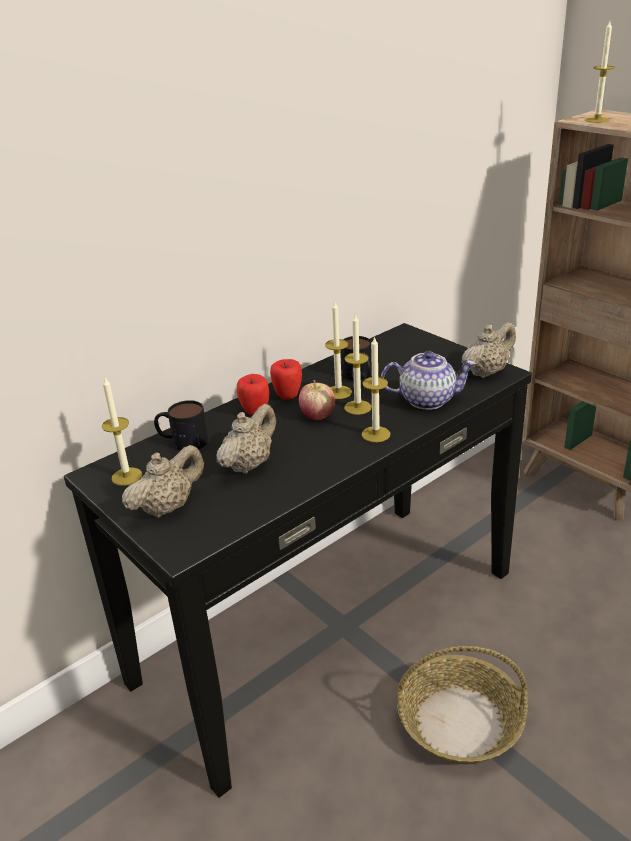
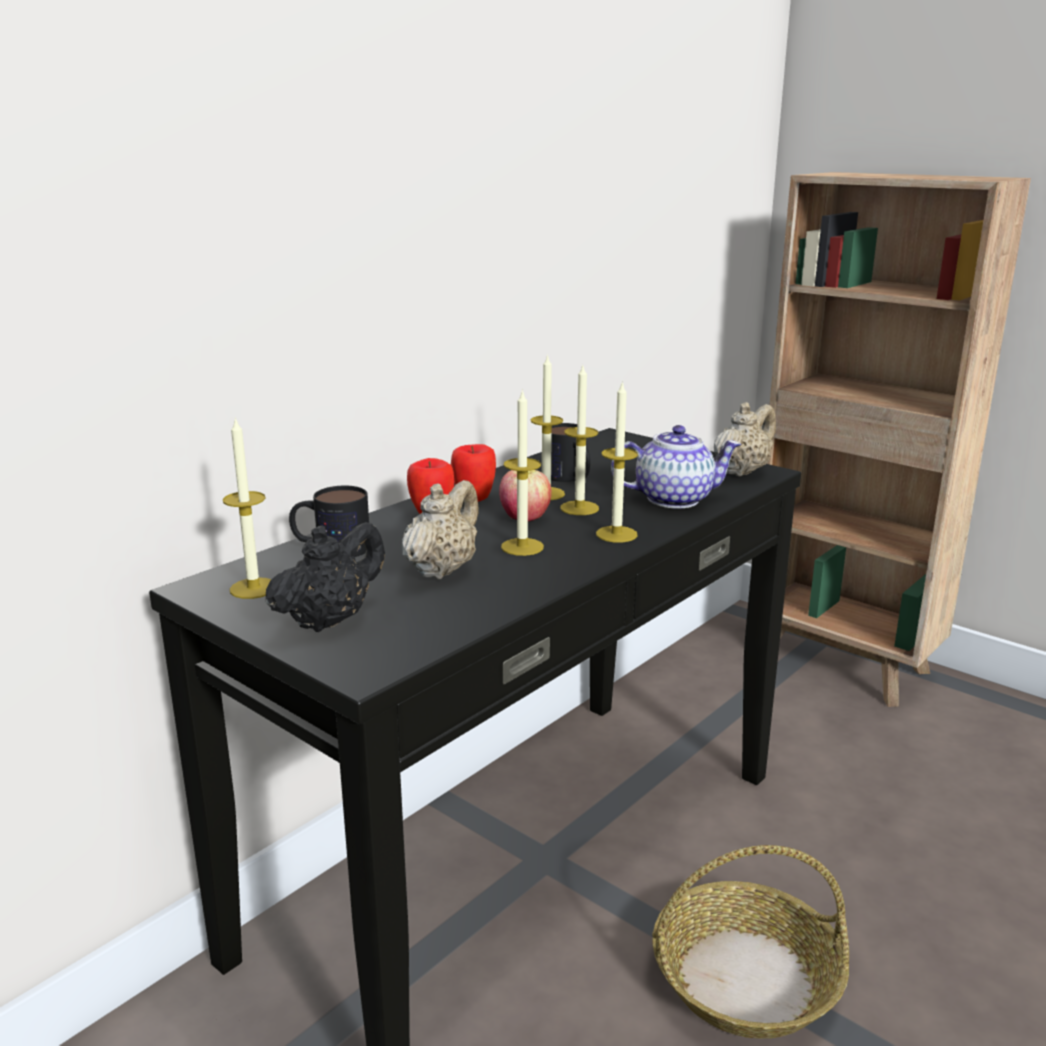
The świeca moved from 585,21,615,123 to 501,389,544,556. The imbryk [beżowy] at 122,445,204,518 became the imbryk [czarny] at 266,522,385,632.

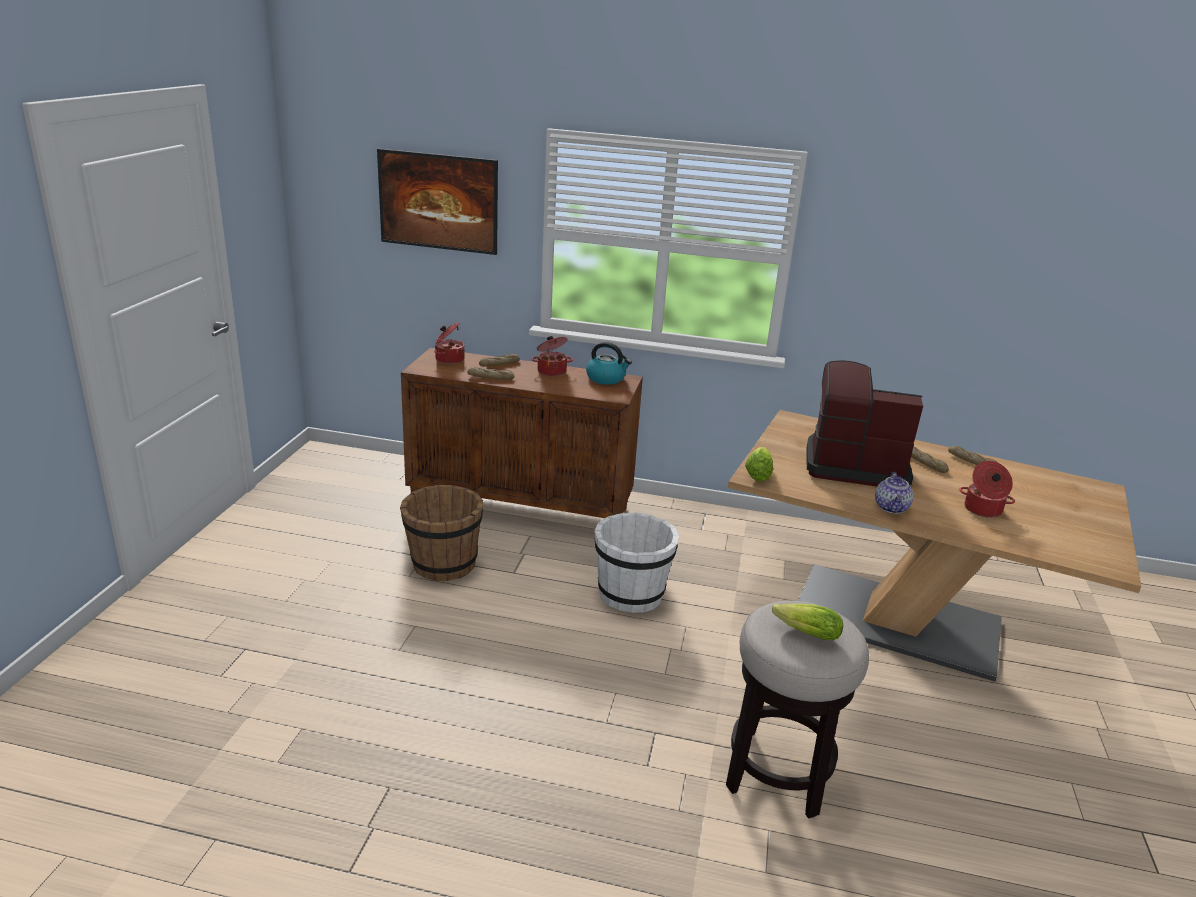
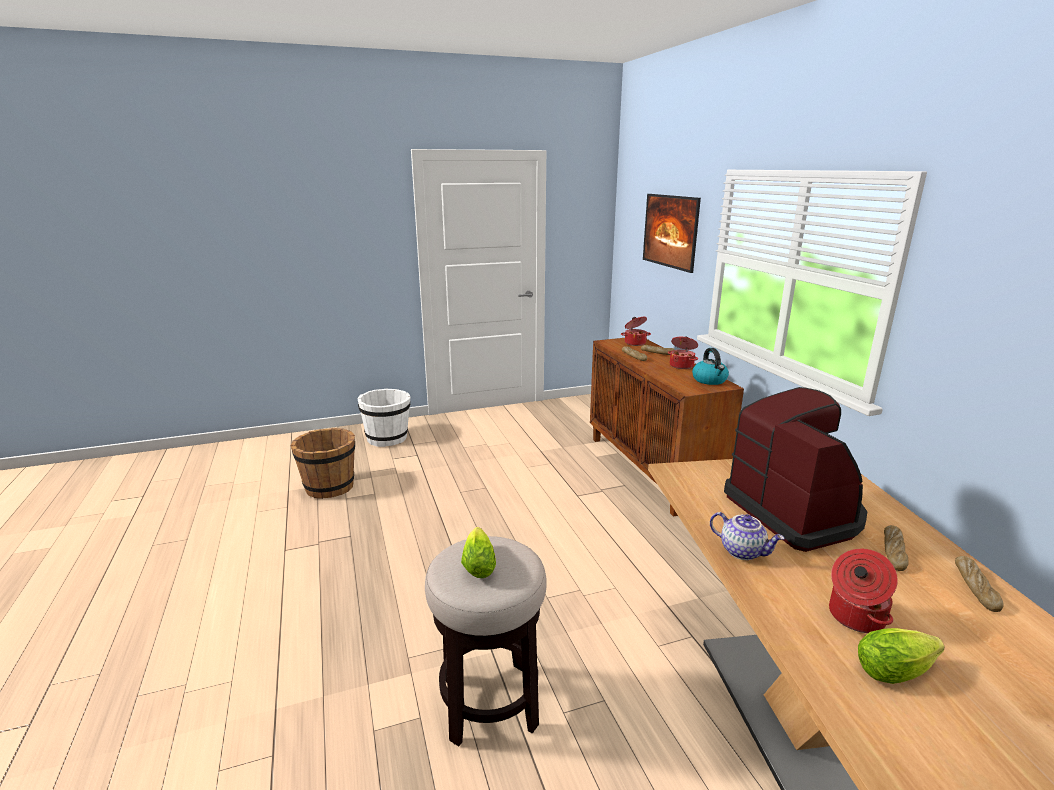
The wiadro [brązowy] moved from 400,485,483,581 to 291,428,355,499. The wiadro [biały] moved from 594,512,679,613 to 357,389,410,447. The sałata moved from 745,447,773,481 to 858,628,944,684. The imbryk at 875,472,914,514 turned 120 degrees counterclockwise.

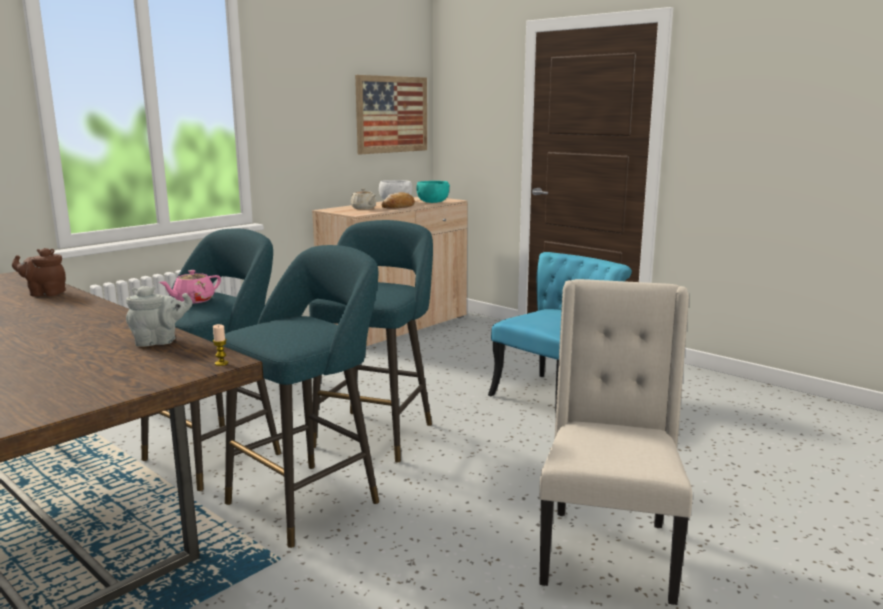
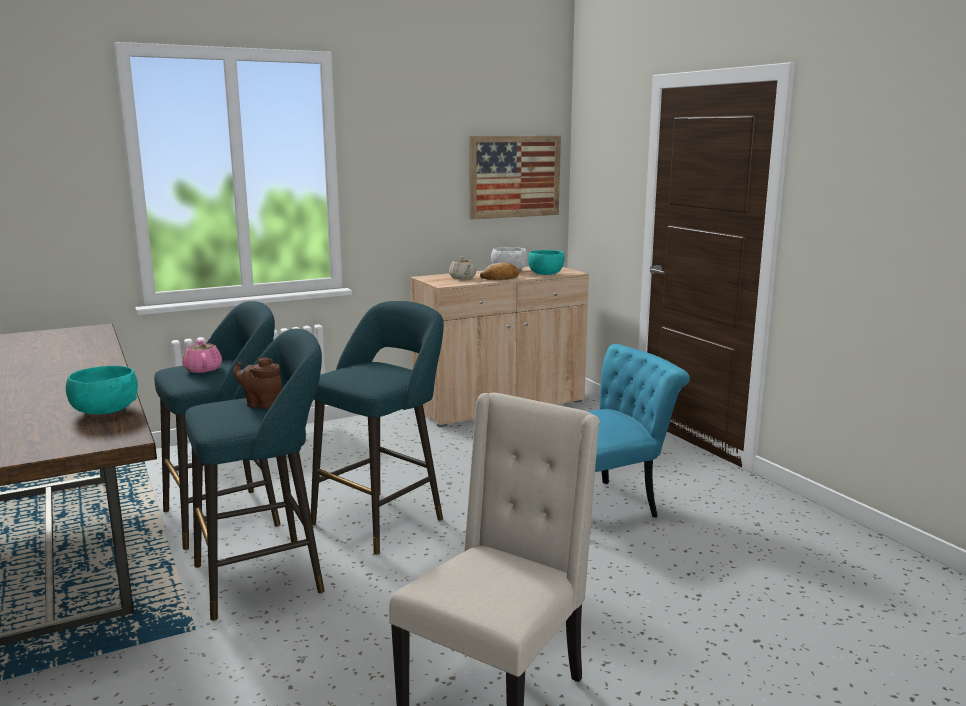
The świeca at 213,324,228,366 disappeared. The imbryk [brązowy] moved from 12,248,66,297 to 233,357,282,409. The imbryk [szary] at 126,286,192,347 was replaced by the miska [turkusowy] at 66,366,138,414. The imbryk [różowy] at 159,270,221,304 turned 90 degrees clockwise.

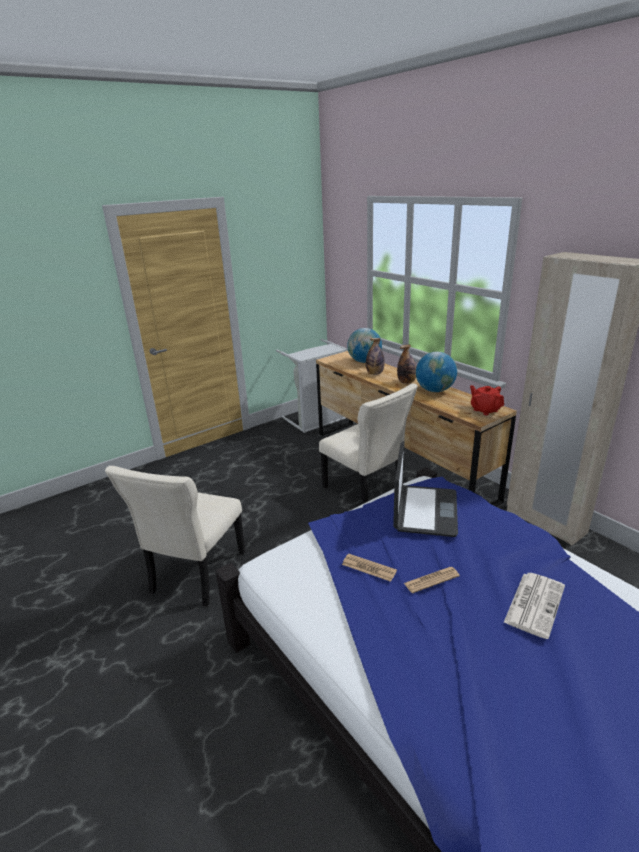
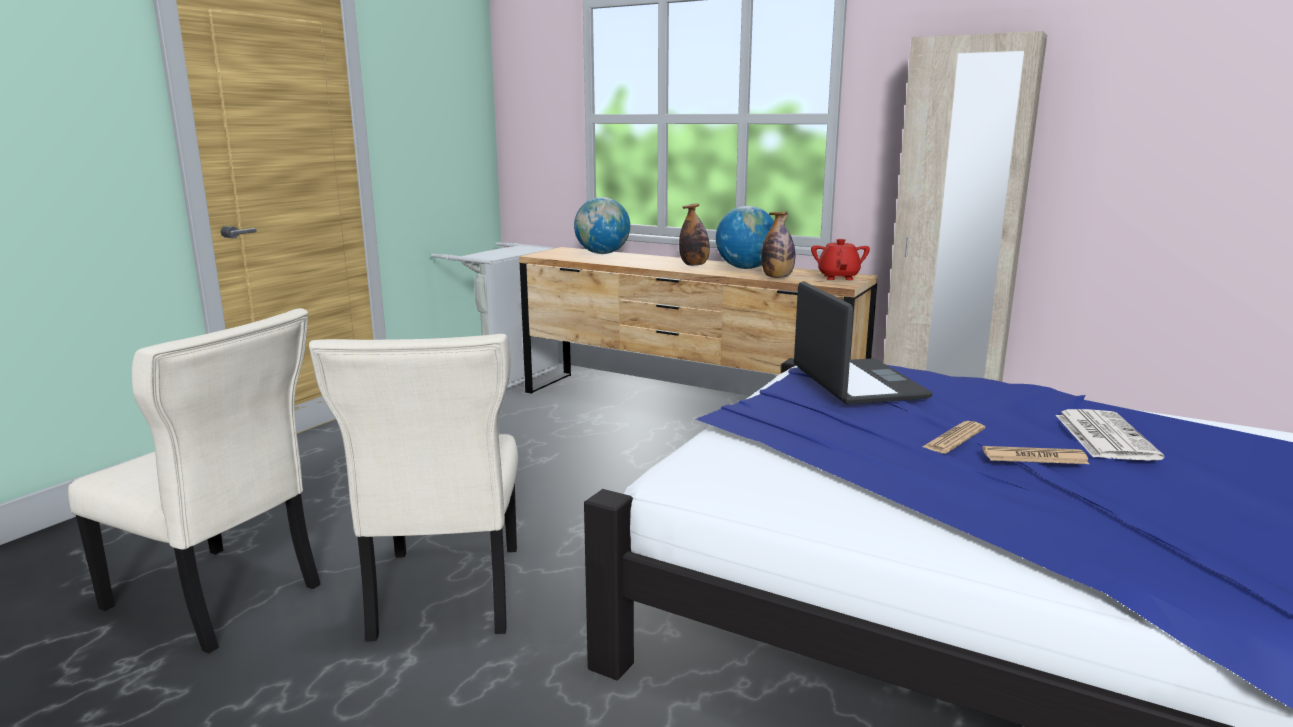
The krzesło [beżowy] moved from 319,383,418,504 to 68,308,321,653. The gazeta moved from 342,554,397,582 to 982,446,1089,464. The butelka moved from 366,338,385,375 to 761,211,795,278. The imbryk [czerwony] at 470,385,504,415 turned 60 degrees clockwise.

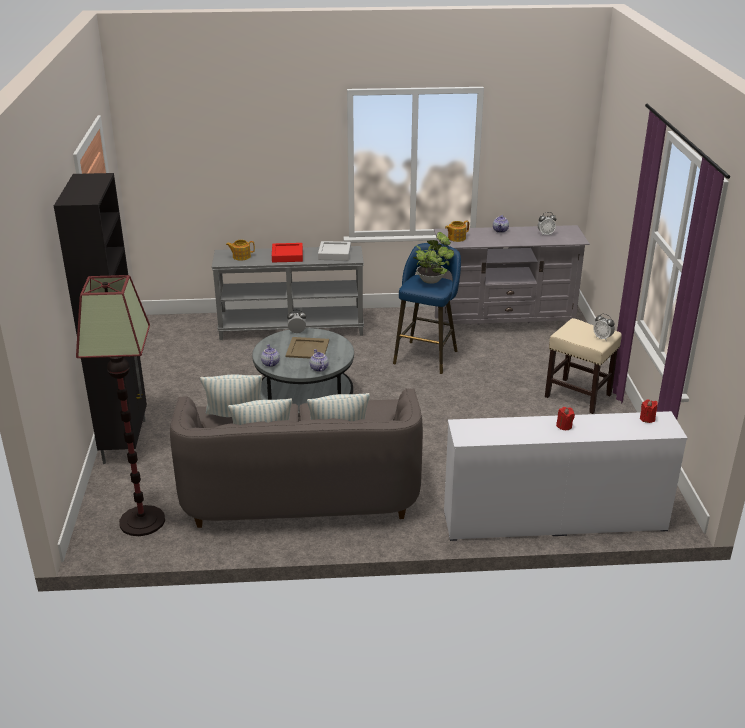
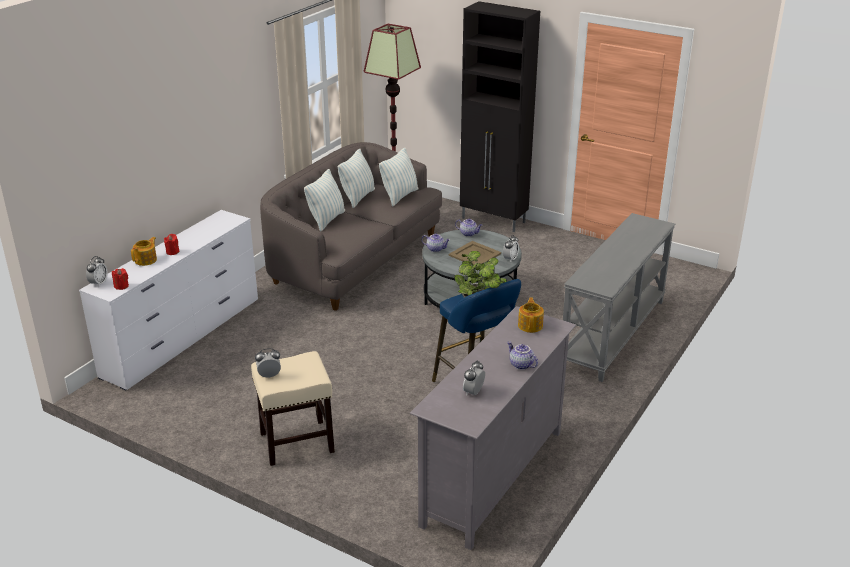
The taca [czerwony] at 272,243,303,262 disappeared. The taca [szary] at 318,241,351,261 disappeared. The budzik at 86,256,107,287 appeared. The imbryk moved from 226,240,255,261 to 131,237,157,266.

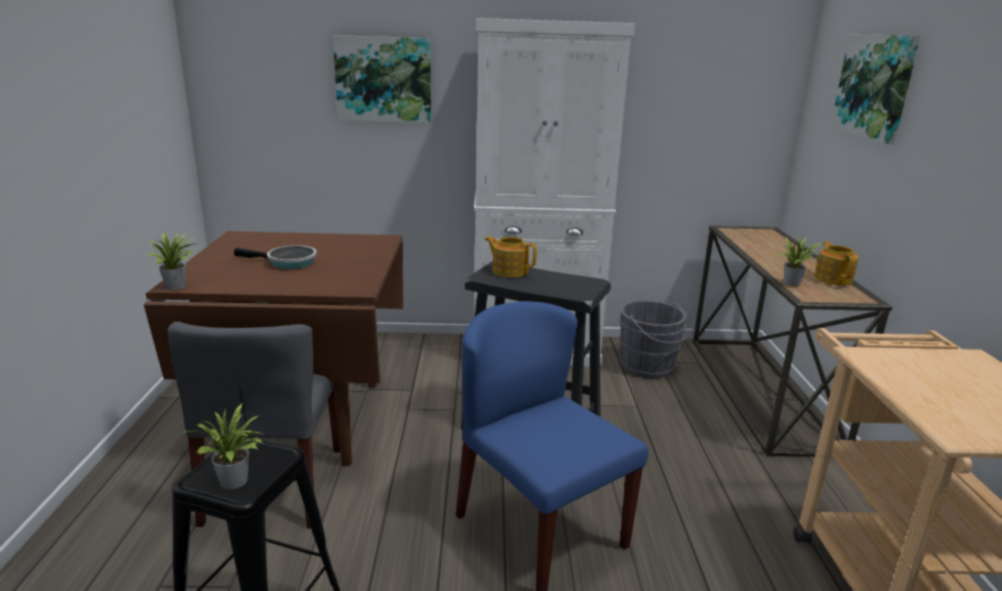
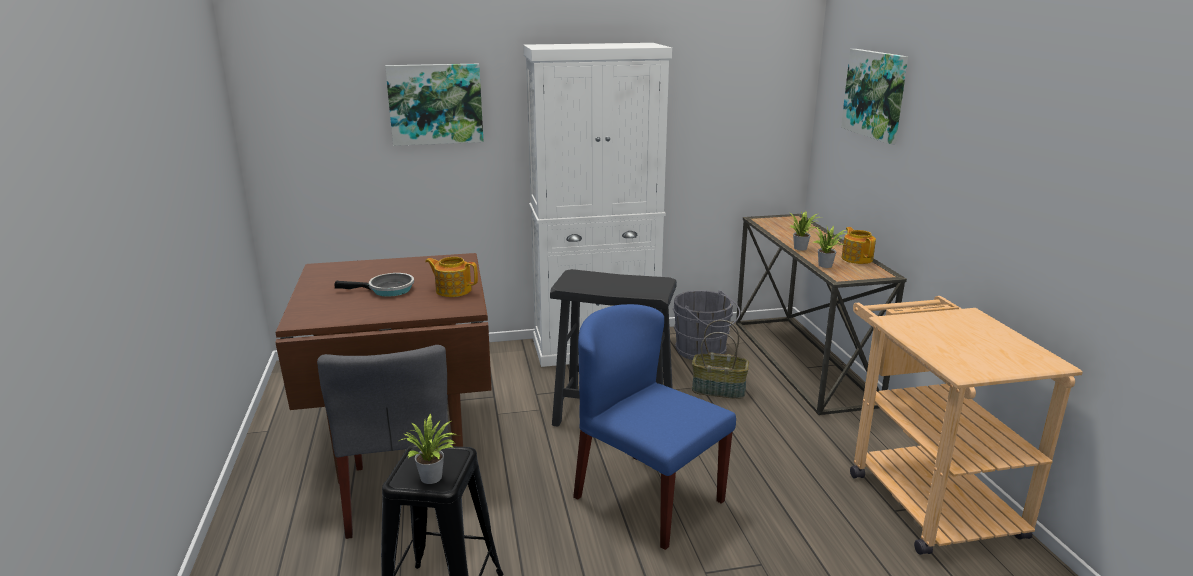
The koszyk at 692,320,749,399 appeared. The roślina doniczkowa moved from 147,231,197,290 to 790,211,819,251. The imbryk moved from 485,236,537,278 to 425,257,478,297.

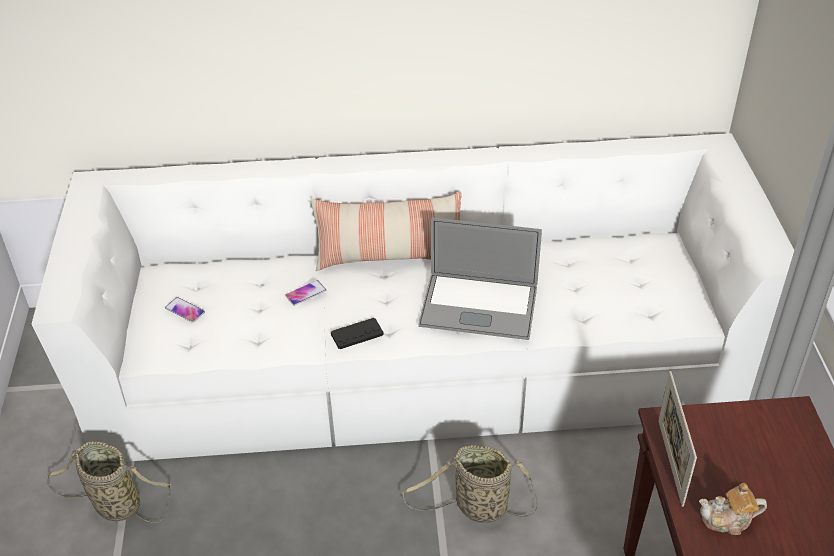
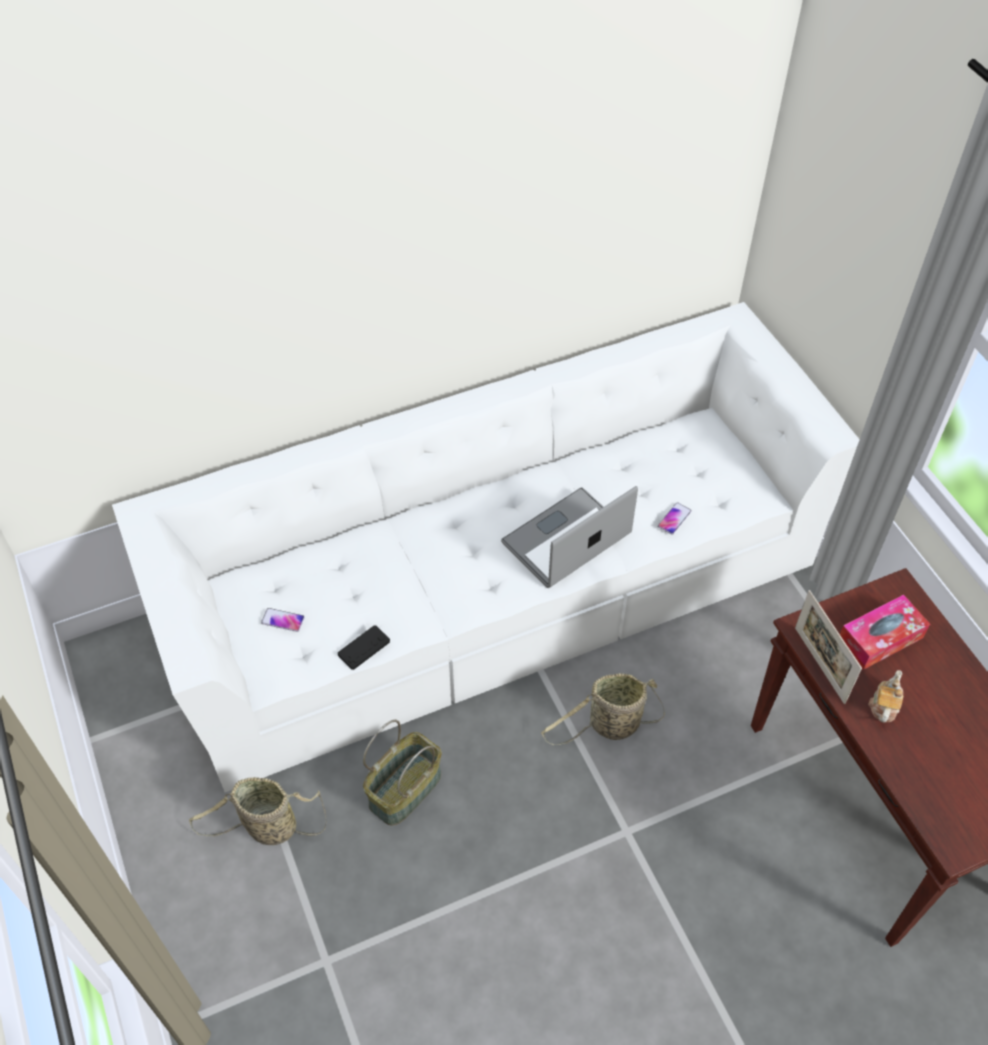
The poduszka at 311,192,462,271 disappeared. The koszyk at 363,720,442,826 appeared. The pudełko chusteczek at 840,595,930,670 appeared. The telefon moved from 285,280,326,306 to 658,502,692,535. The pad do gier [czarny] moved from 331,318,384,349 to 338,626,390,670. The laptop at 419,218,542,340 turned 150 degrees clockwise. The imbryk at 699,483,767,535 turned 135 degrees clockwise.

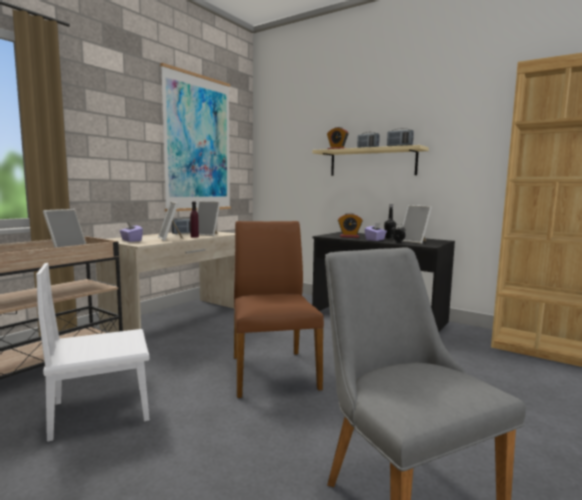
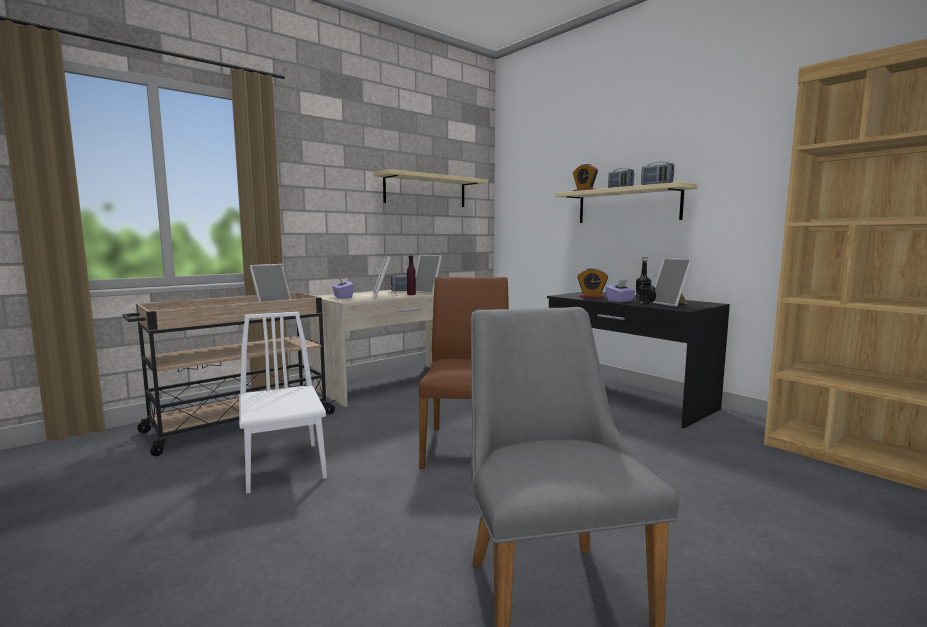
The obraz at 160,63,231,212 was replaced by the półka [beżowy] at 373,169,488,207. The krzesło [biały] at 36,263,149,442 turned 75 degrees clockwise.

